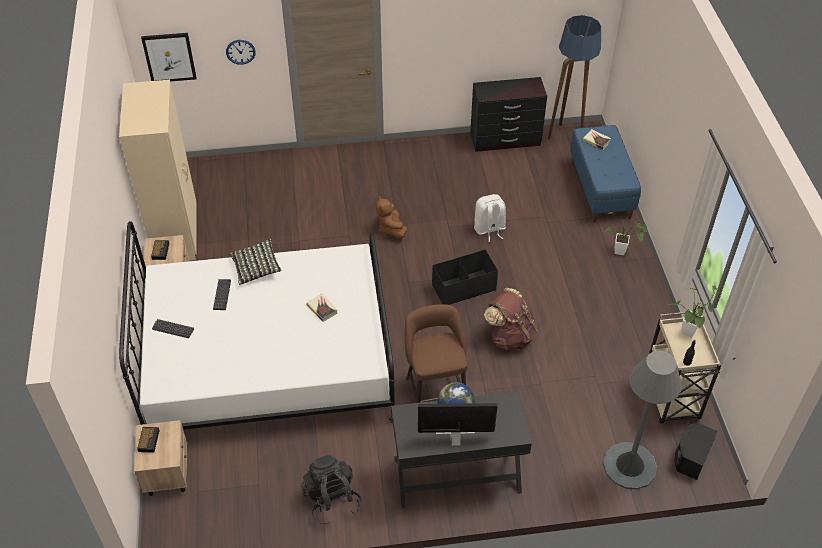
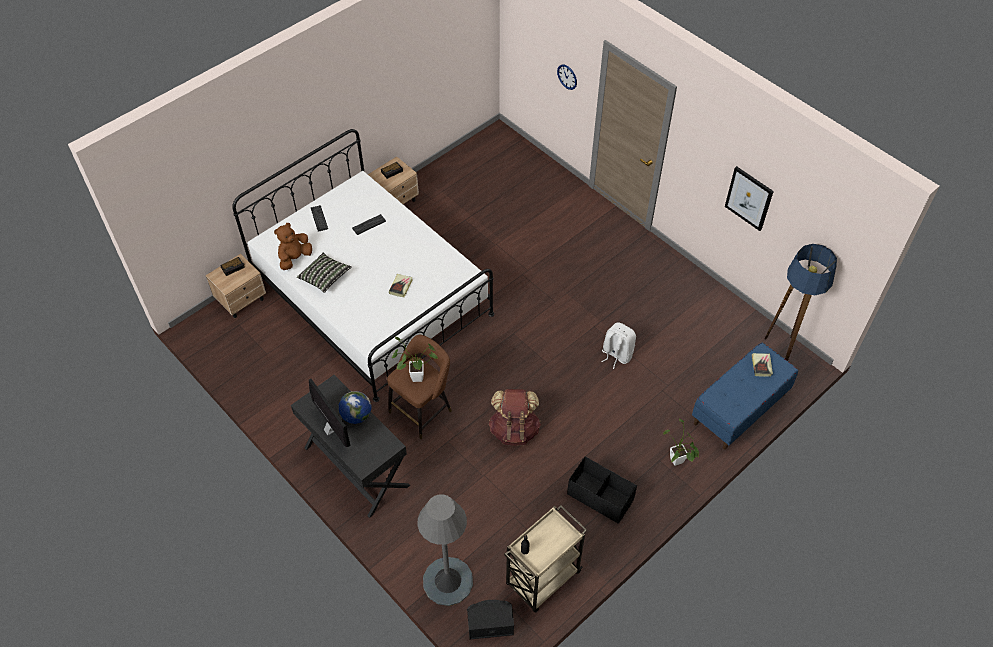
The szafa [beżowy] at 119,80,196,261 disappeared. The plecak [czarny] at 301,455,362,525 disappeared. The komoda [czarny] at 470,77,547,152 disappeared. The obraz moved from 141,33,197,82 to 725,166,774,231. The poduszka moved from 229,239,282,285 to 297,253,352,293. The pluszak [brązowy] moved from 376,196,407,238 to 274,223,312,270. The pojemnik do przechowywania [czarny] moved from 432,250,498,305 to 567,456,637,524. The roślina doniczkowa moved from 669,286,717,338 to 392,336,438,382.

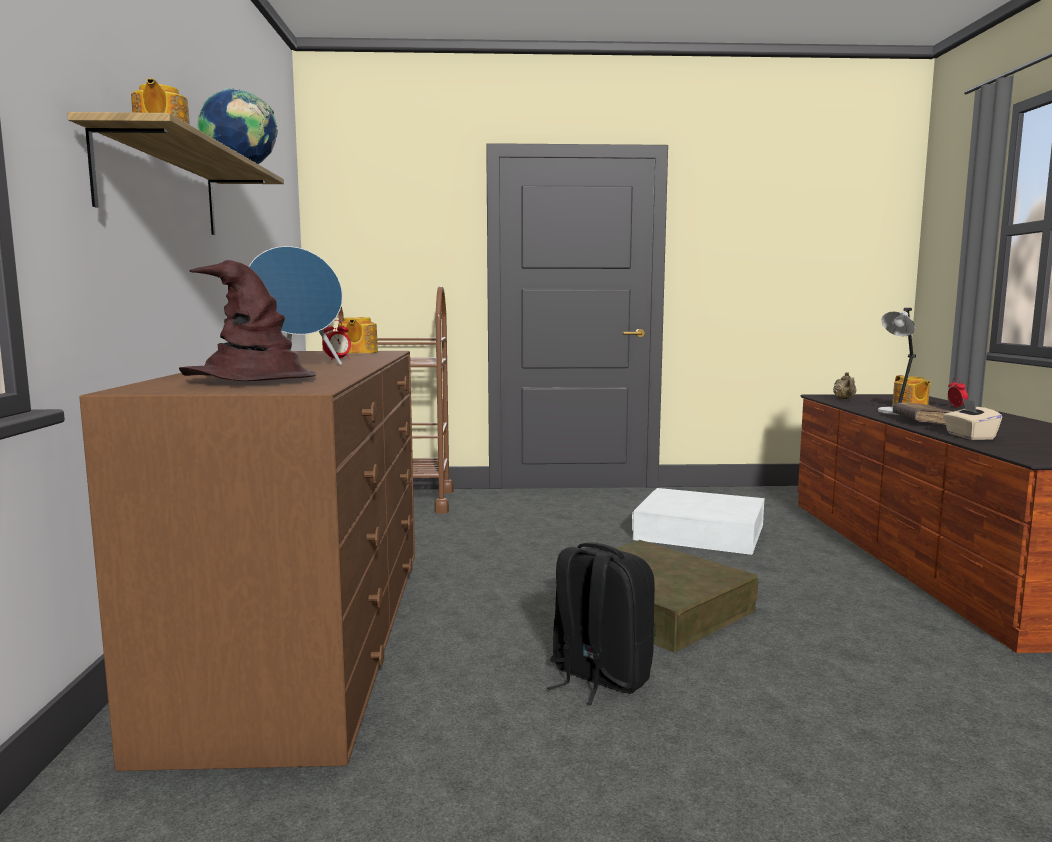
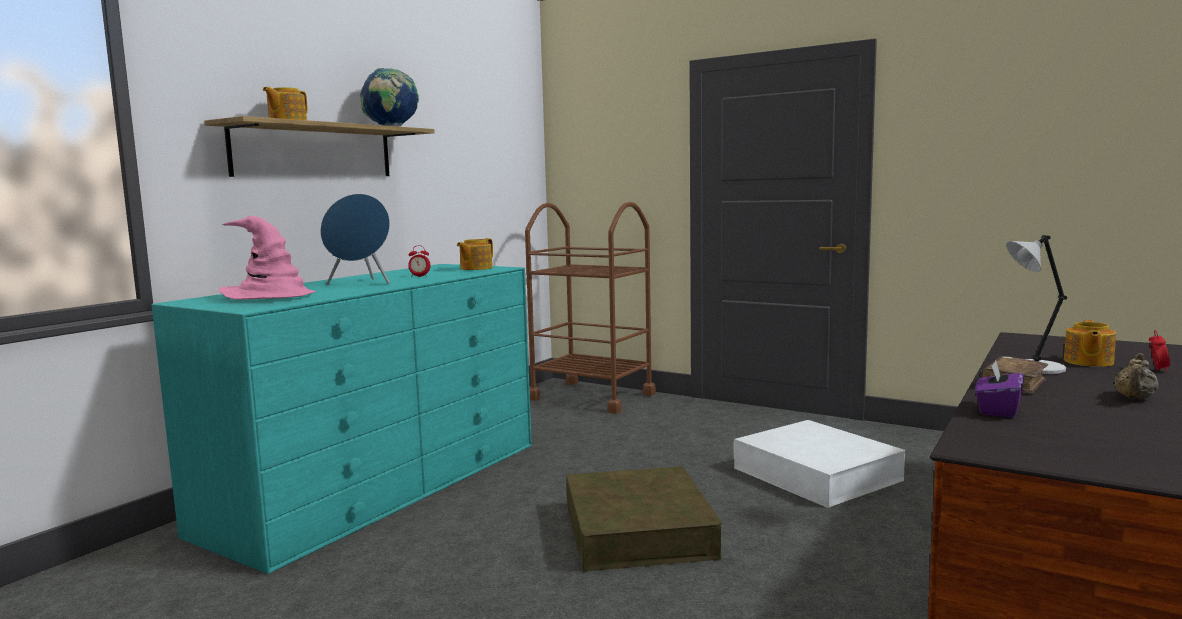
The plecak [czarny] at 547,542,655,705 disappeared. The imbryk [beżowy] moved from 833,372,856,399 to 1115,353,1158,400. The komoda [brązowy] at 79,351,415,771 became the komoda [turkusowy] at 151,264,532,574. The kapelusz [brązowy] at 179,260,316,381 became the kapelusz [różowy] at 219,216,316,300. The pudełko chusteczek [beżowy] at 943,398,1002,440 became the pudełko chusteczek [fioletowy] at 975,361,1024,418.

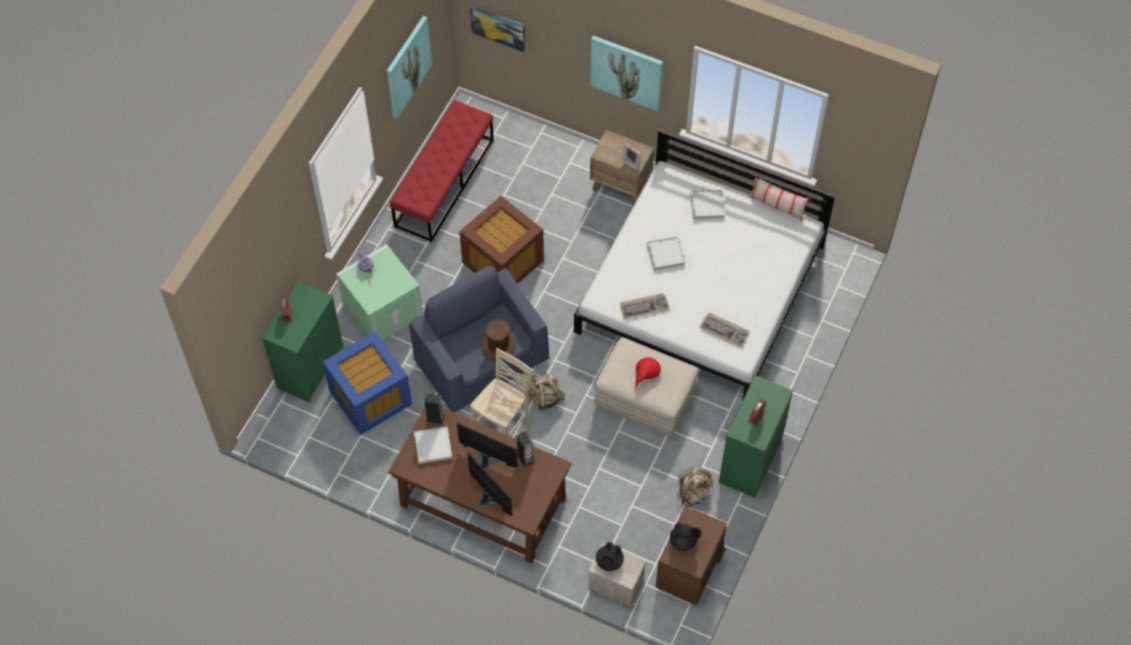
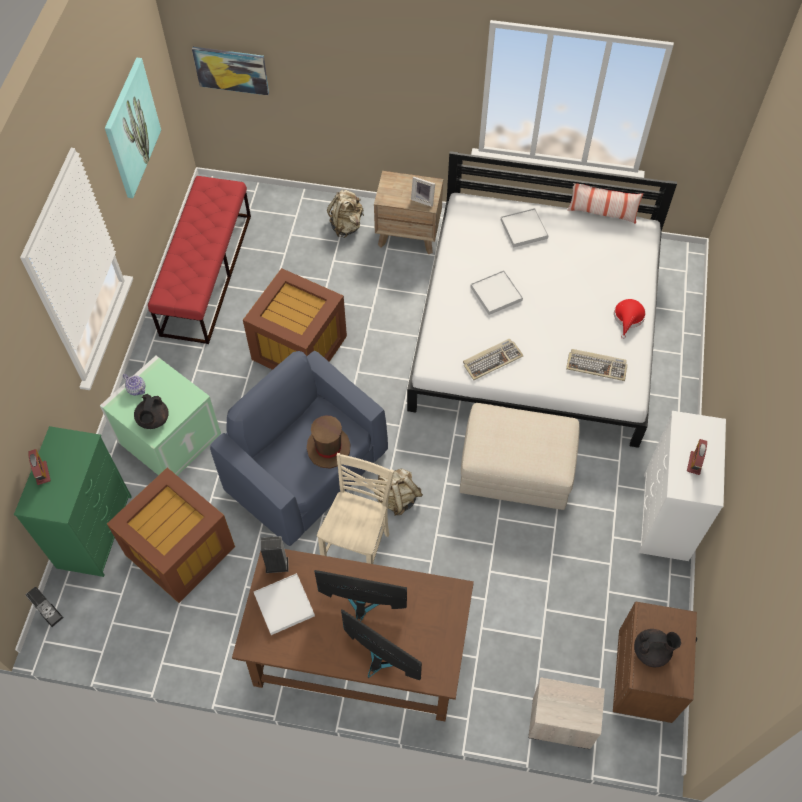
The obraz at 590,36,663,111 disappeared. The głośnik moved from 517,431,534,467 to 26,587,63,627. The imbryk [czarny] moved from 596,542,624,571 to 134,394,169,429. The kapelusz [czerwony] moved from 633,357,661,390 to 614,299,646,339. The plecak [beżowy] moved from 679,466,713,507 to 327,190,364,238. The pojemnik do przechowywania [niebieski] at 323,332,412,435 became the pojemnik do przechowywania [brązowy] at 107,468,235,603. The komoda [zielony] at 719,375,793,498 became the komoda [biały] at 639,411,726,561.

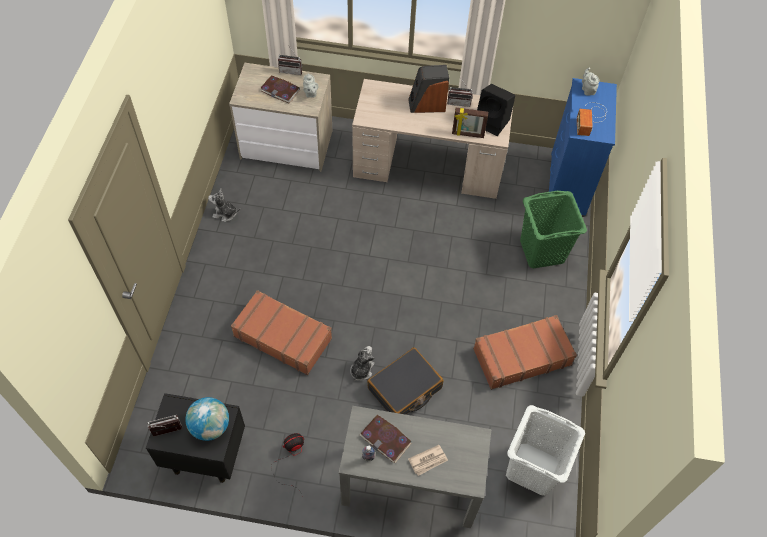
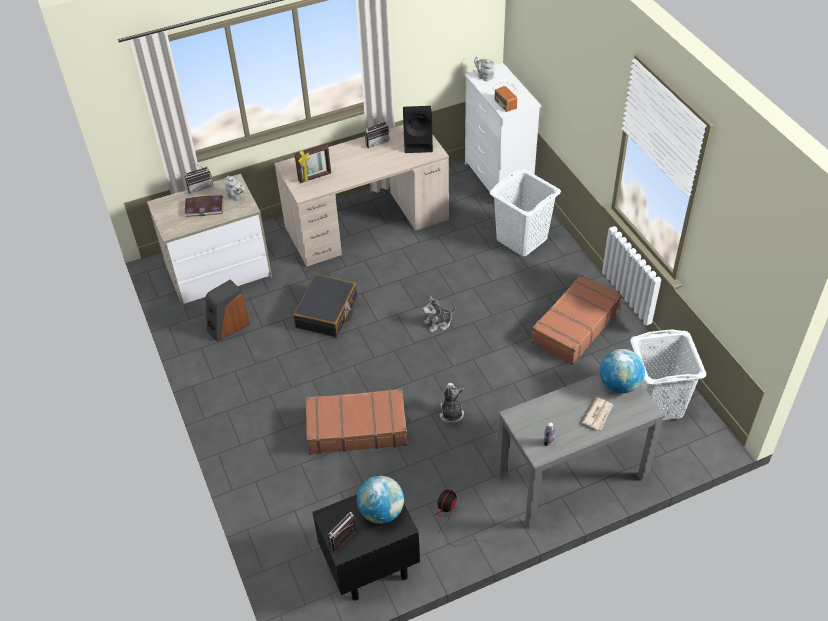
The książka at 360,415,412,463 disappeared. The globus at 600,349,645,393 appeared. The pluszak moved from 208,189,240,222 to 423,296,455,332. The walizka [czarny] moved from 367,347,443,415 to 293,274,357,337. The głośnik moved from 408,65,449,113 to 206,279,250,342. The ramka na zdjęcie moved from 452,108,488,138 to 294,144,331,183. The kosz na pranie [zielony] at 520,191,587,268 became the kosz na pranie [biały] at 489,169,561,256. The komoda [niebieski] at 549,78,617,216 became the komoda [biały] at 465,63,541,192.

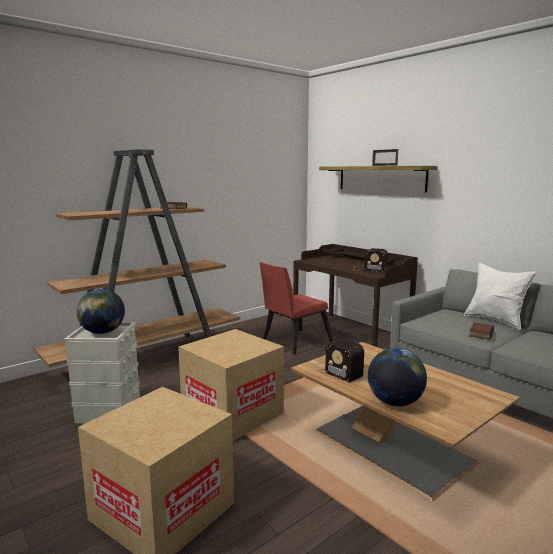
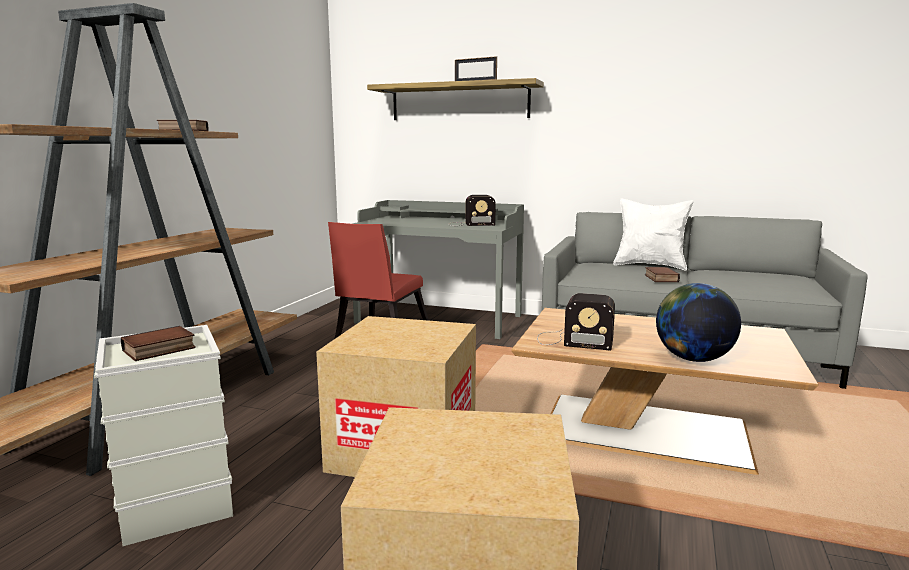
The globus at 77,289,125,334 was replaced by the książka at 121,326,196,361. The biurko [brązowy] at 293,244,418,347 became the biurko [szary] at 353,200,524,339.

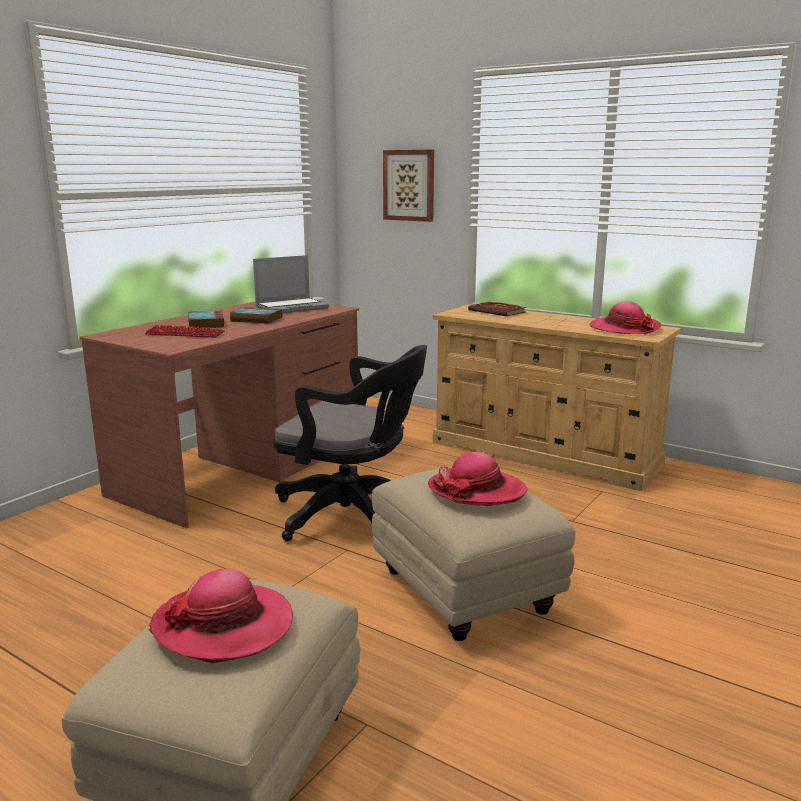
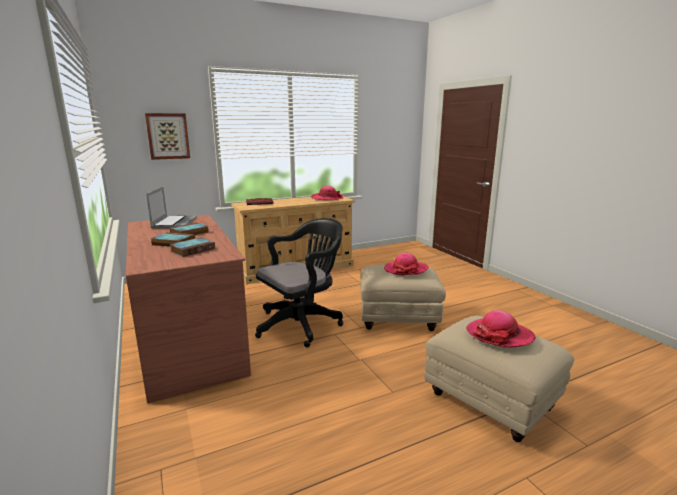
The klawiatura at 145,325,225,338 was replaced by the książka at 169,237,215,257.

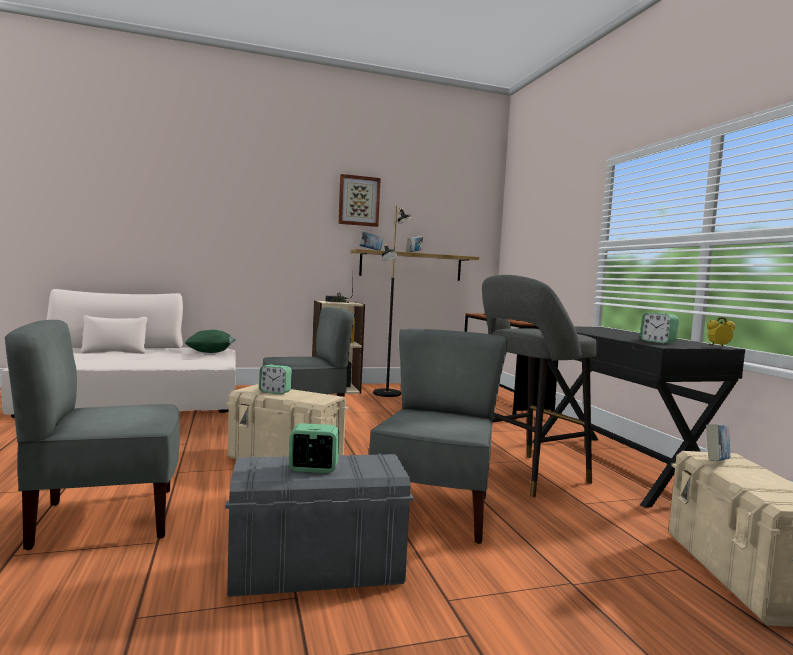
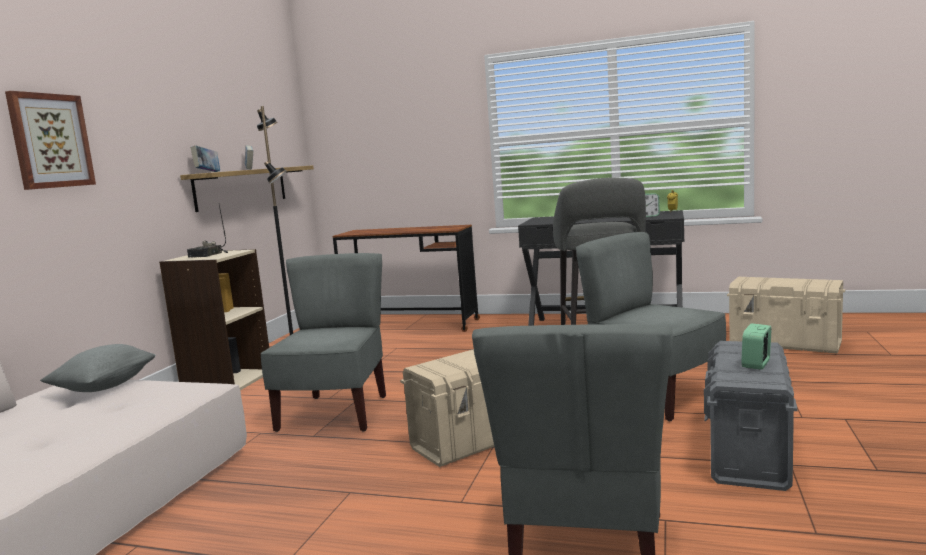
The budzik at 259,365,292,394 disappeared. The książka at 706,424,730,461 disappeared. The obraz moved from 338,174,381,227 to 5,91,96,190. The poduszka [zielony] at 185,330,236,353 became the poduszka [szary] at 40,344,156,392.

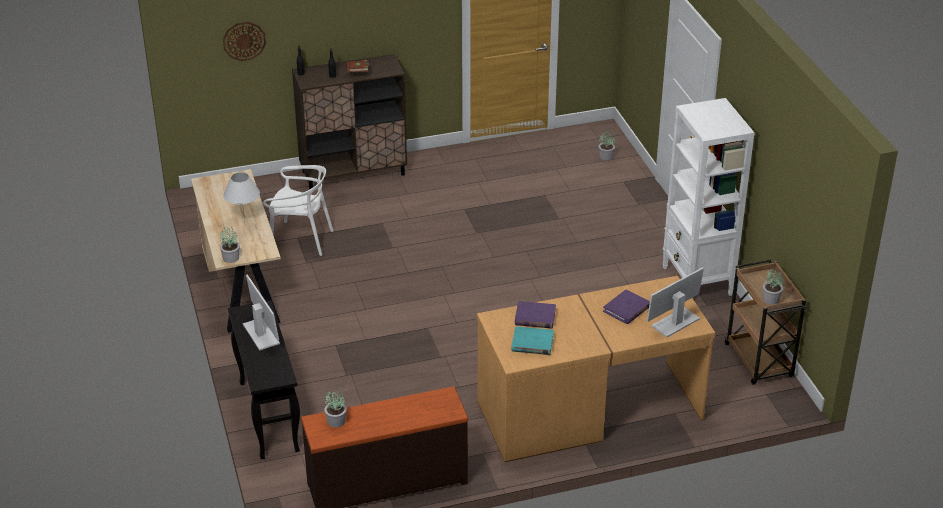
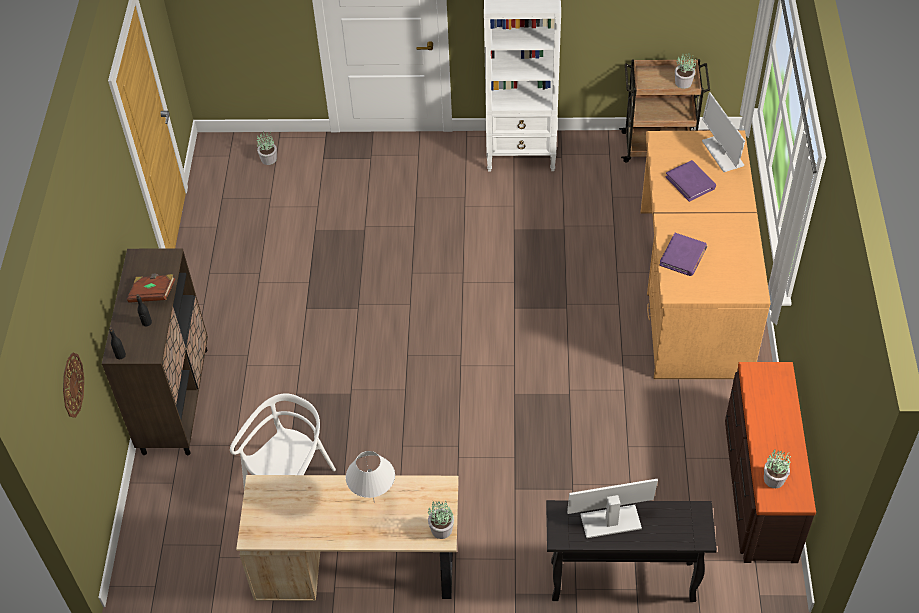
The książka [turkusowy] at 512,326,554,355 disappeared.

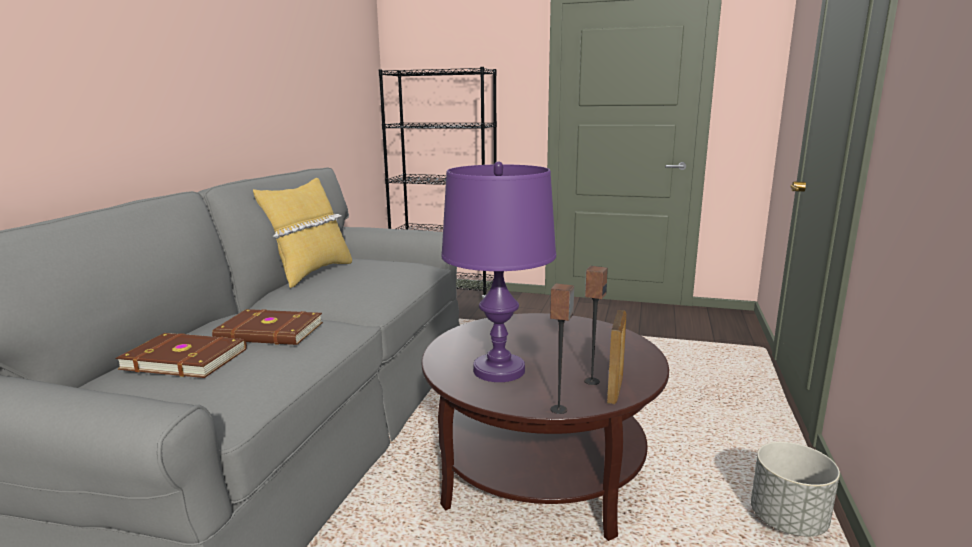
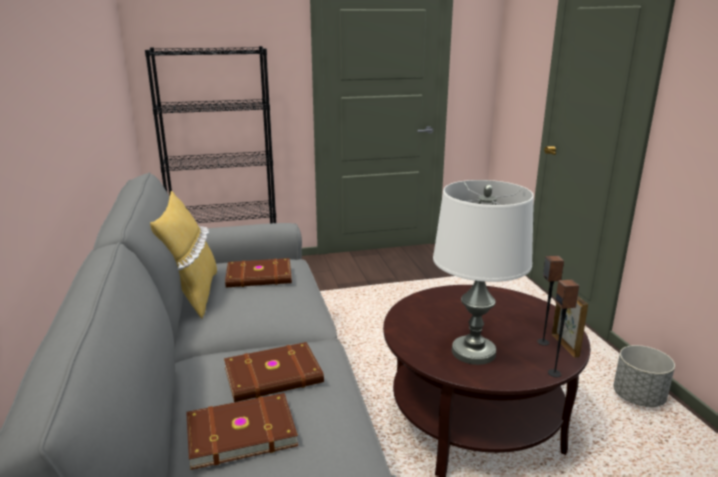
The książka [brązowy] at 225,258,292,287 appeared. The lampa stołowa [fioletowy] at 441,161,556,382 became the lampa stołowa [biały] at 433,180,534,365.

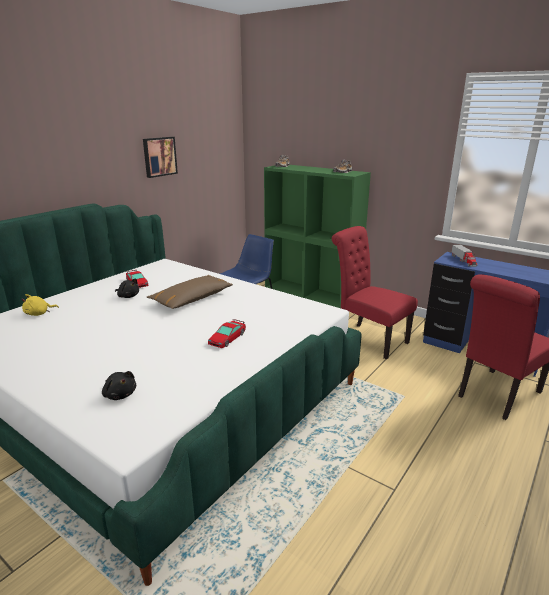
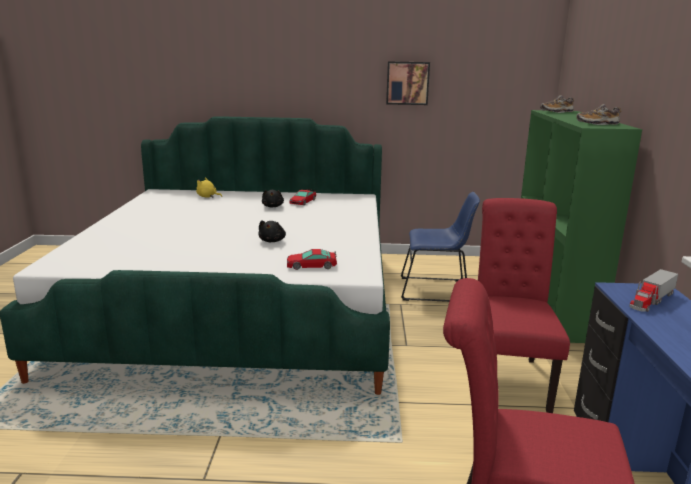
The poduszka [brązowy] at 147,275,233,309 disappeared. The pluszak [czarny] moved from 102,371,136,400 to 258,220,286,242. The samochodzik moved from 208,319,246,348 to 287,249,337,270.

